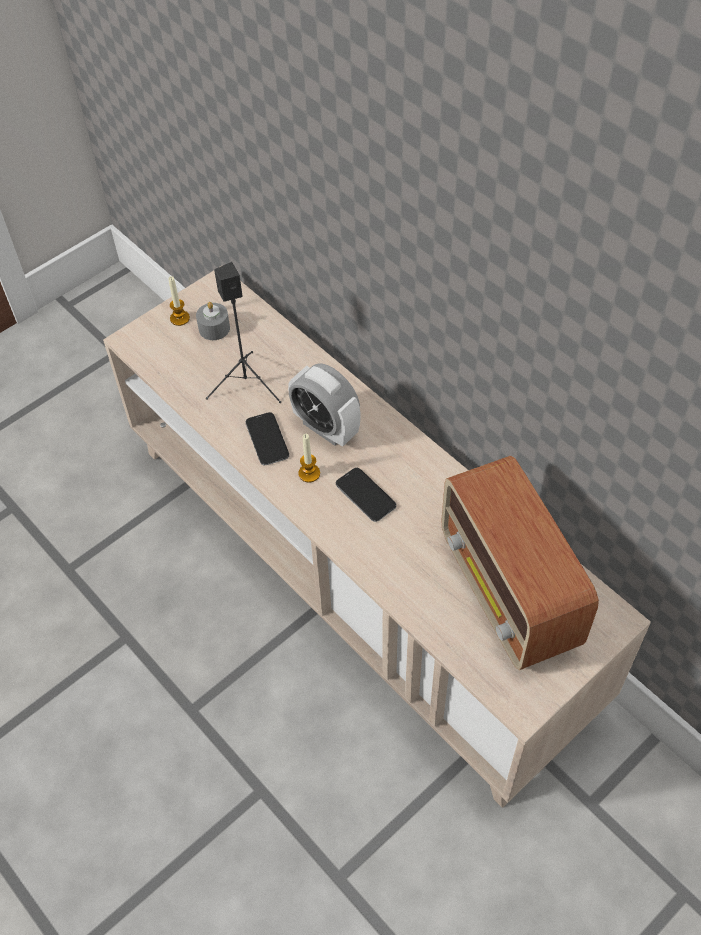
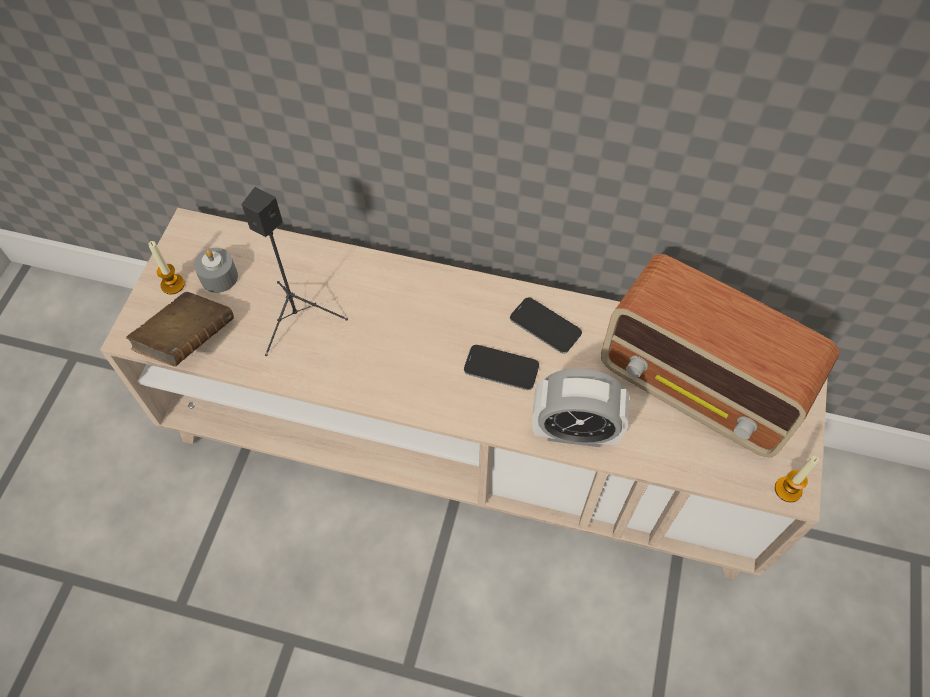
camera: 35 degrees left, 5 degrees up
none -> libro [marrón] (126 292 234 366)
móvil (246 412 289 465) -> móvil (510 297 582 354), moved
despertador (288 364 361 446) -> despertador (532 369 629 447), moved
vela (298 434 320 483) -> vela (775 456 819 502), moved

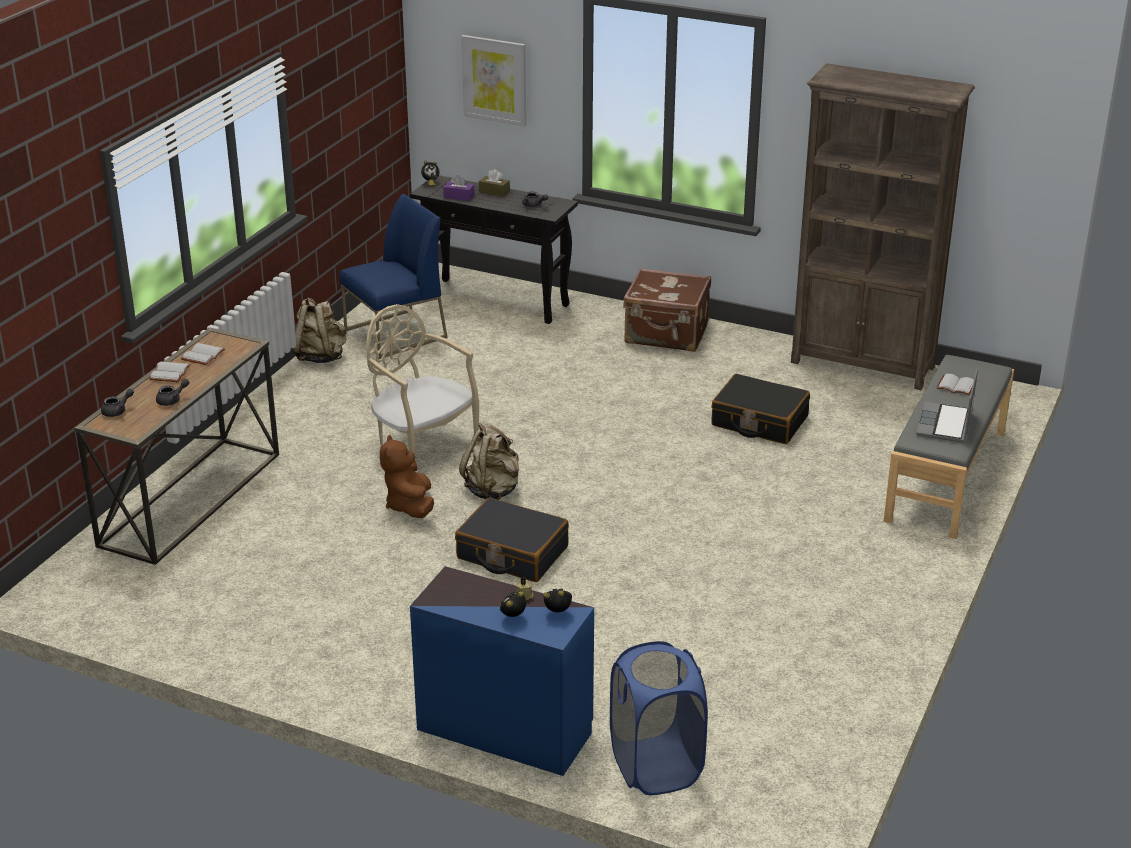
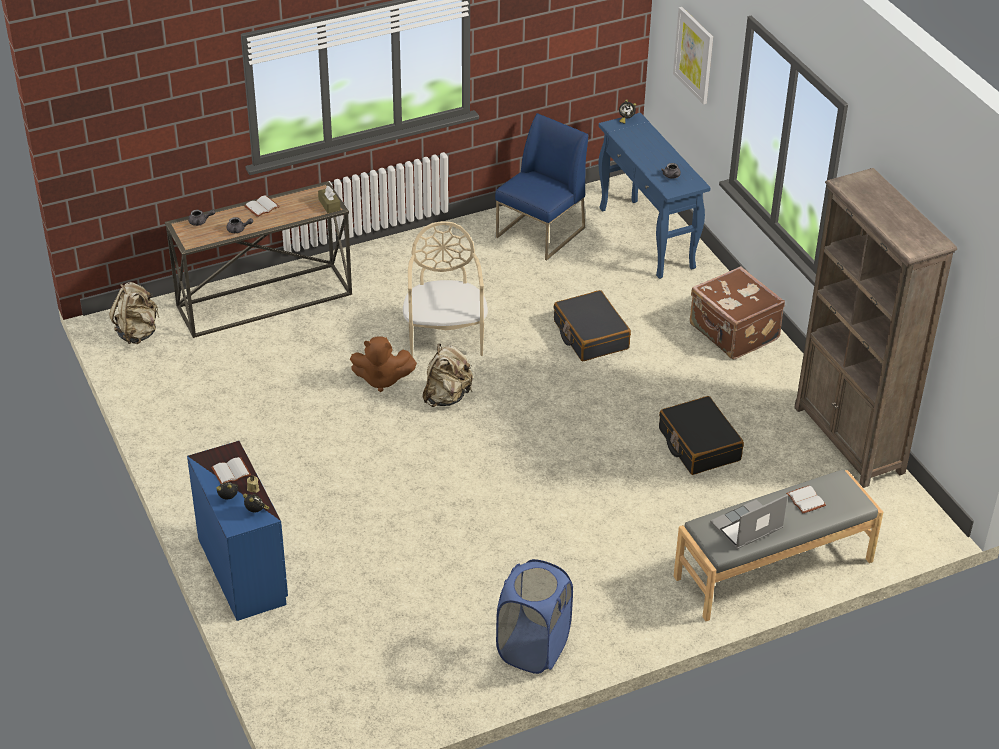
camera: 40 degrees right, 10 degrees up
caja de pañuelos [morado] (443 175 475 201) -> none
libro [blanco] (181 343 225 365) -> libro [blanco] (211 457 251 484), moved
mochila [beis] (293 298 346 363) -> mochila [beis] (109 282 159 344), moved
maleta [negro] (455 497 569 582) -> maleta [negro] (554 290 631 361), moved
caja de pañuelos [marrón] (479 169 510 197) -> caja de pañuelos [marrón] (318 186 341 213), moved
cesto de la ropa [azul] (610 641 708 795) -> cesto de la ropa [azul] (496 559 573 674), moved
mesa consola [negro] (410 175 578 324) -> mesa consola [azul] (599 113 711 279)
silla [azul] (339 194 448 359) -> silla [azul] (495 113 588 260), 60 degrees counterclockwise
peluche [marrón] (380 435 434 518) -> peluche [marrón] (350 336 417 392), 120 degrees counterclockwise

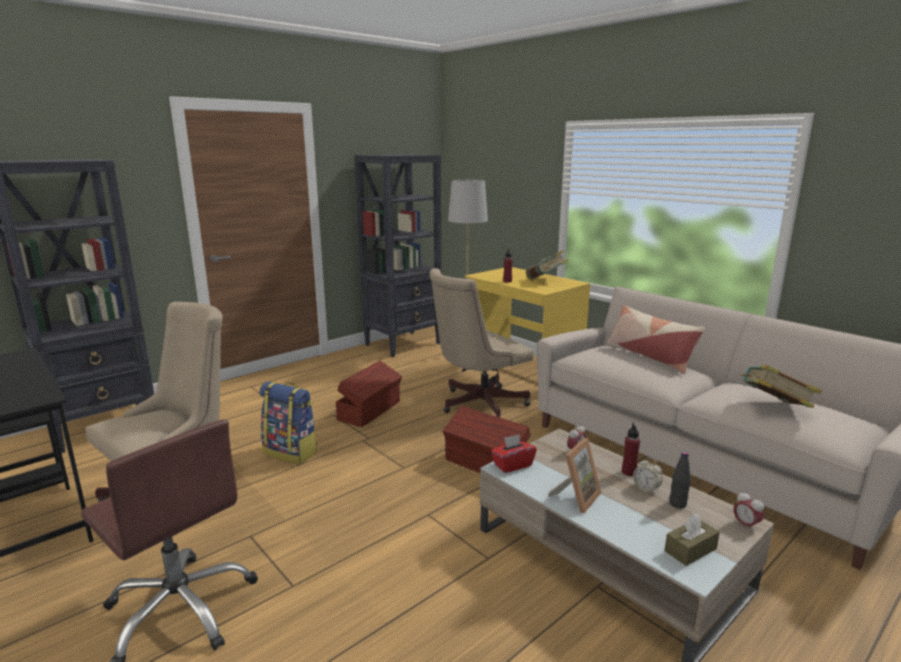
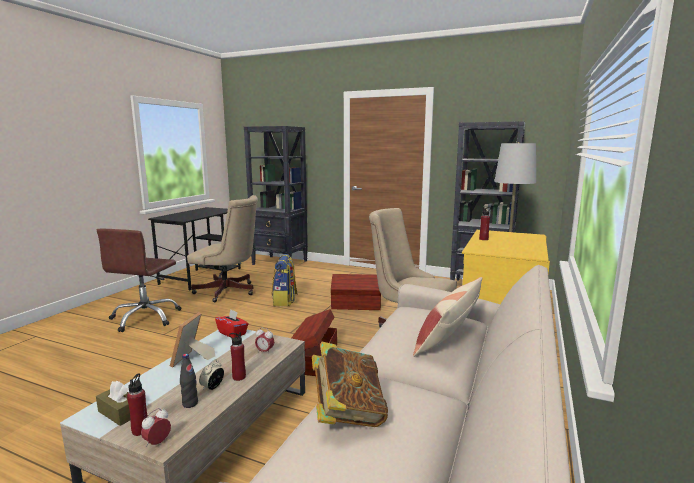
camera: 65 degrees right, 5 degrees down
libro (526 250 568 280) -> none
none -> botella [rojo] (127 373 148 436)
portarretratos (548 438 602 513) -> portarretratos (170 312 215 367), 90 degrees clockwise

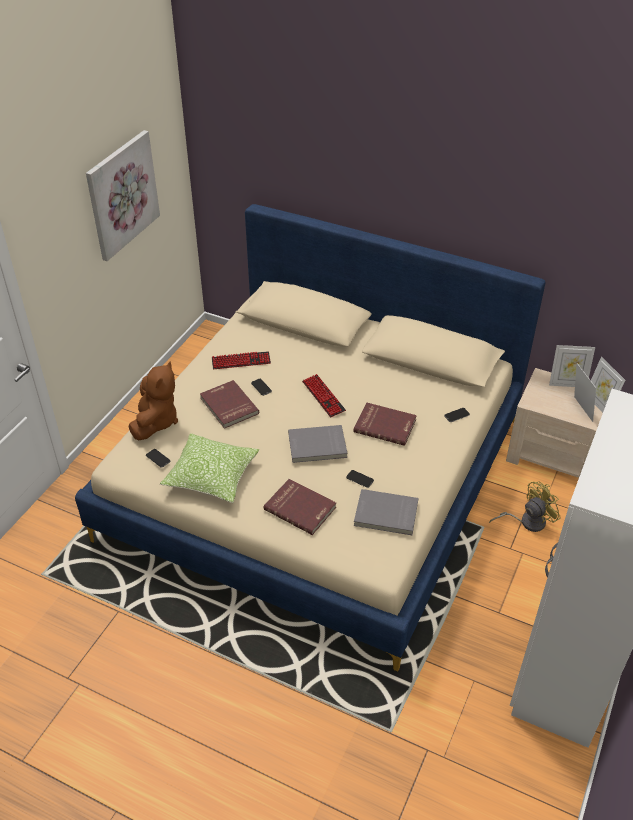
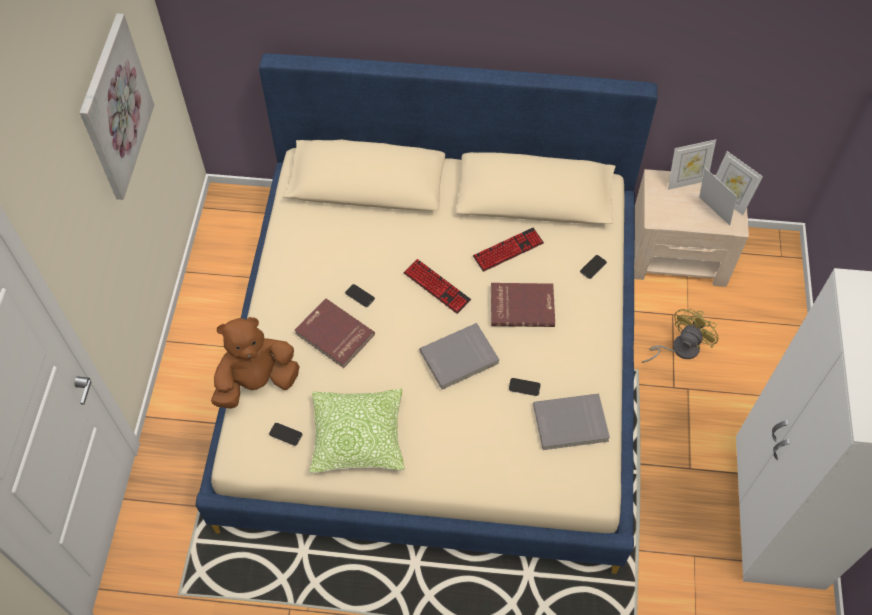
camera: 20 degrees left, 15 degrees up
libro [rojo] (264 479 336 535) -> none
teclado (212 351 271 369) -> teclado (473 228 544 272), moved
peluche [marrón] (129 361 178 440) -> peluche [marrón] (211 317 300 409), 105 degrees counterclockwise

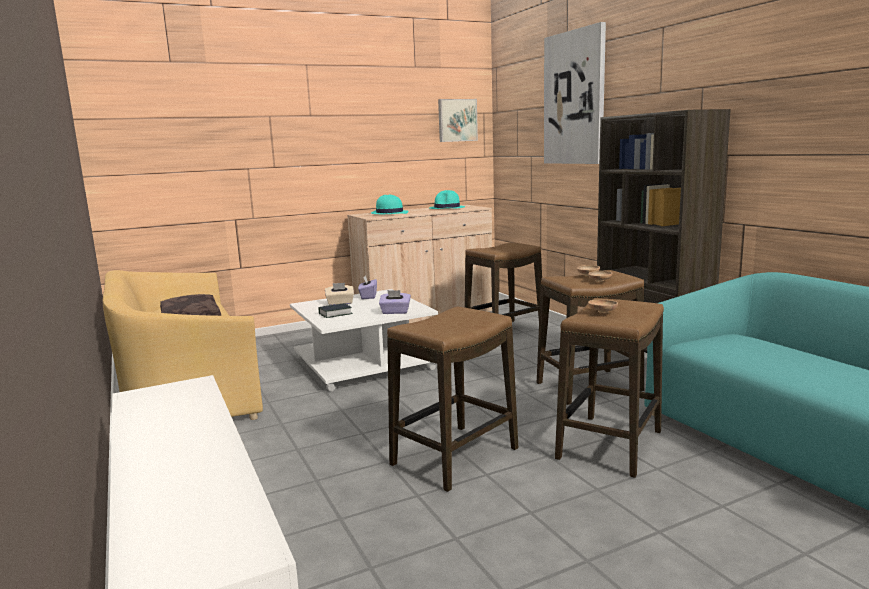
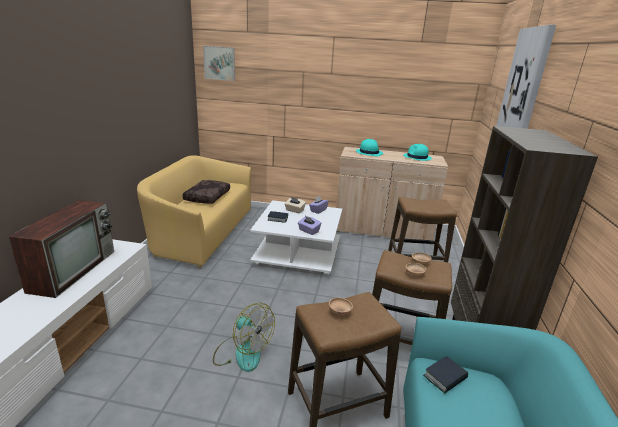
camera: 35 degrees right, 10 degrees up
none -> televisor (8 200 114 298)
none -> libro (423 356 468 394)
cuadro (438 99 478 142) -> cuadro (203 46 235 81), moved
taburete (387 307 518 492) -> ventilador (213 302 275 372)

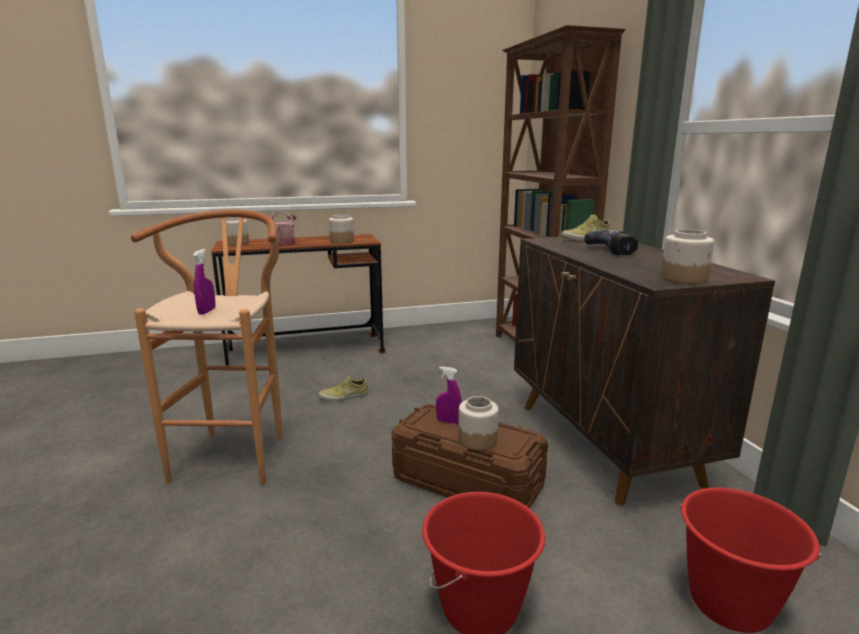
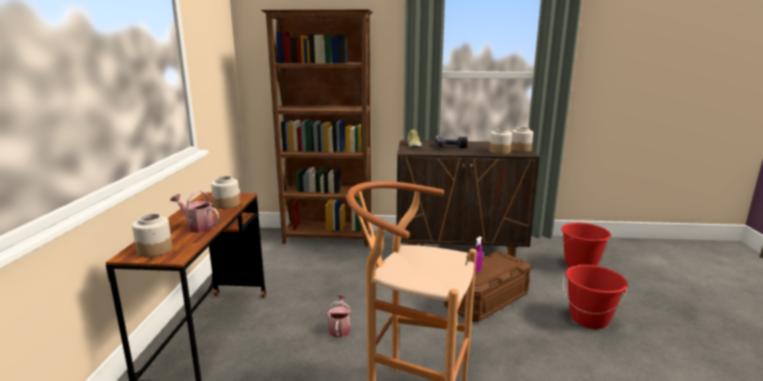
camera: 70 degrees left, 0 degrees up
pulverizador [morado] (193 249 215 315) -> none
tarro (458 396 499 450) -> tarro (490 128 512 154), moved
zapato [beis] (319 375 369 401) -> regadera (326 295 352 337)

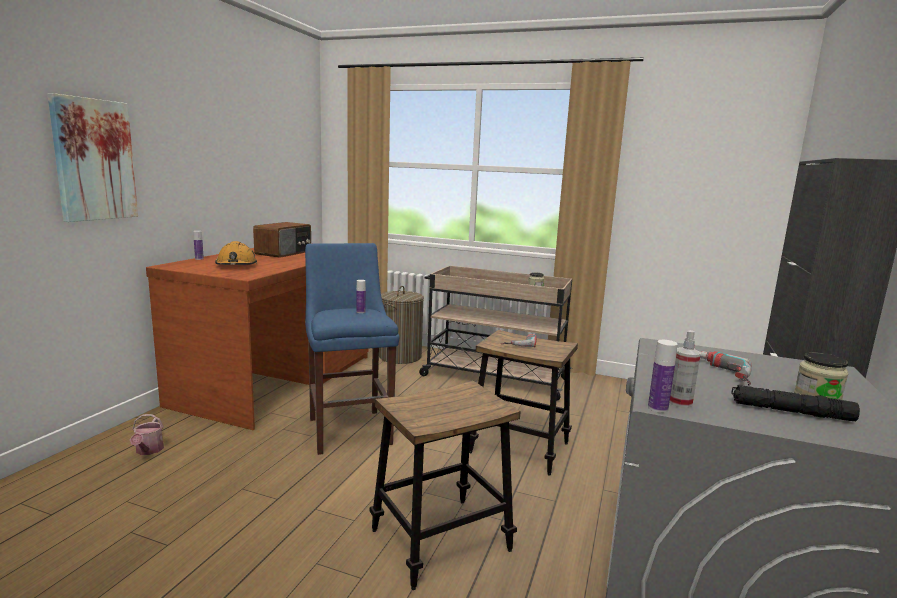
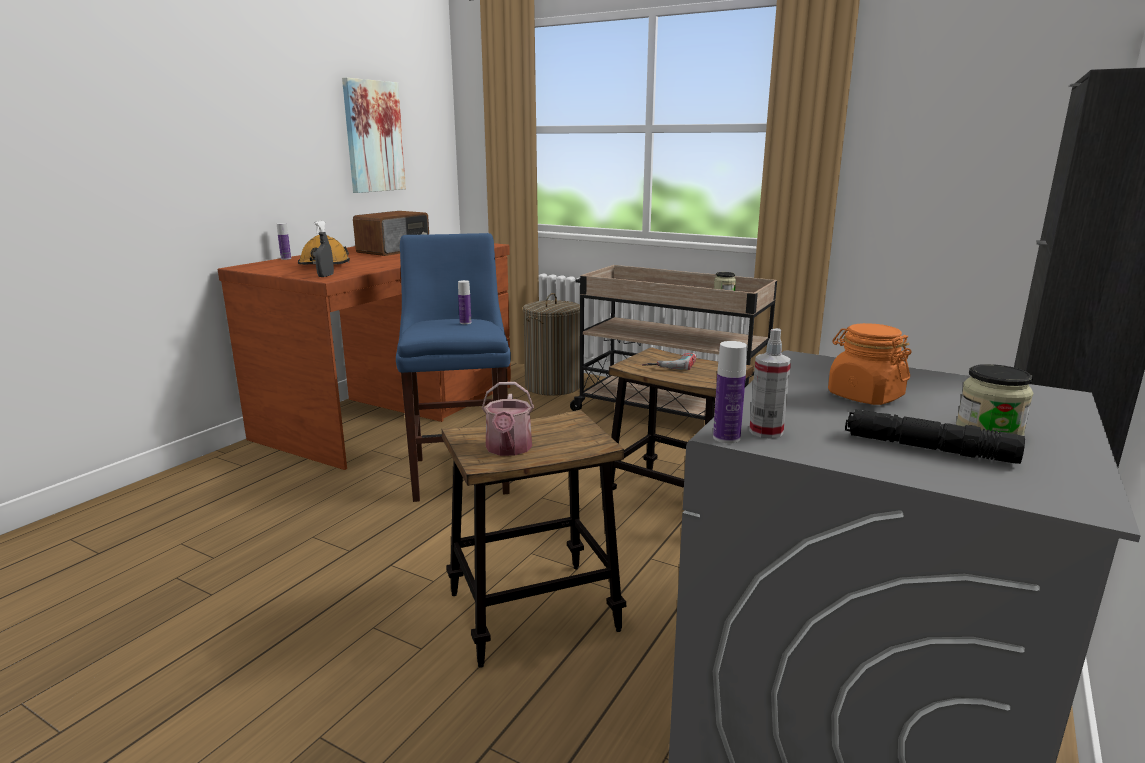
camera: 10 degrees right, 5 degrees up
none -> pulverizador [gris] (314 221 334 277)
cuadro (47 93 138 222) -> cuadro (342 78 406 193), moved
regadera (130 414 164 455) -> regadera (482 382 534 456), moved
taladro (700 351 752 386) -> tarro [naranja] (828 323 912 405)

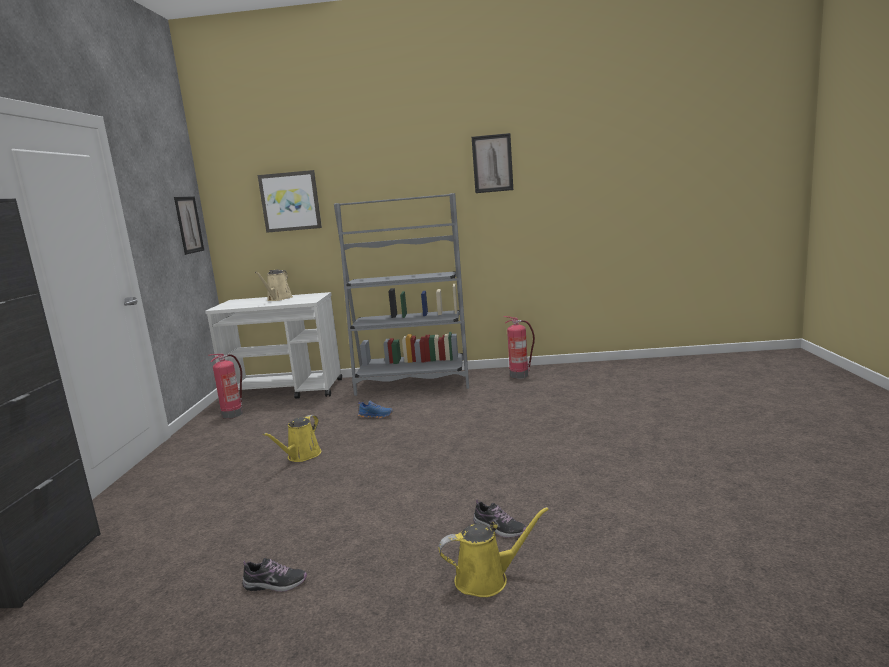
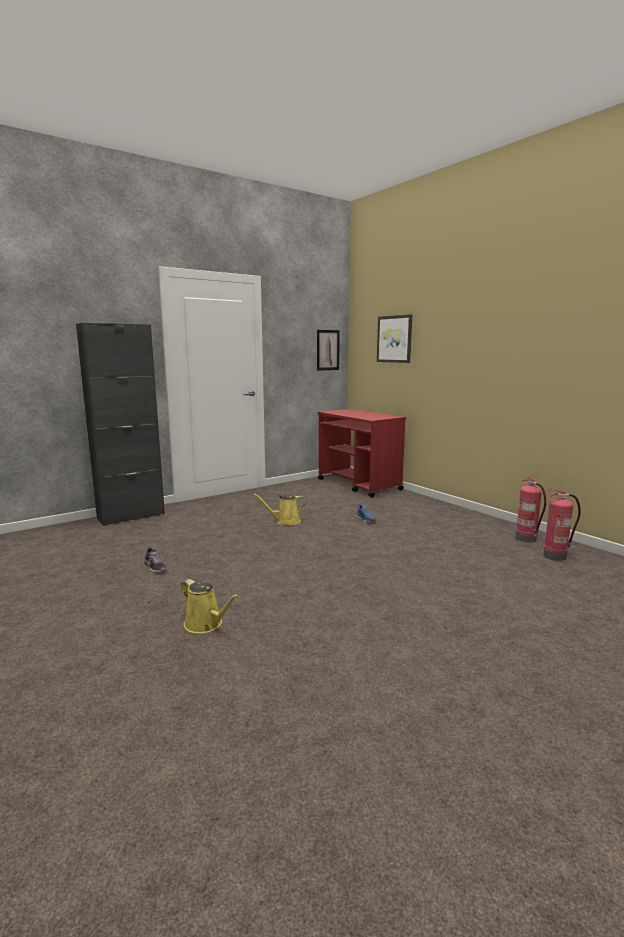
camera: 50 degrees right, 0 degrees up
regadera [beis] (255 270 293 301) -> none
estantería [gris] (334 193 469 396) -> none
cuadro (472 133 513 193) -> none
zapato (473 499 526 538) -> none
extintor (208 354 243 419) -> extintor (543 489 581 561), moved
carrito [blanco] (205 292 342 399) -> carrito [rojo] (318 409 406 497)

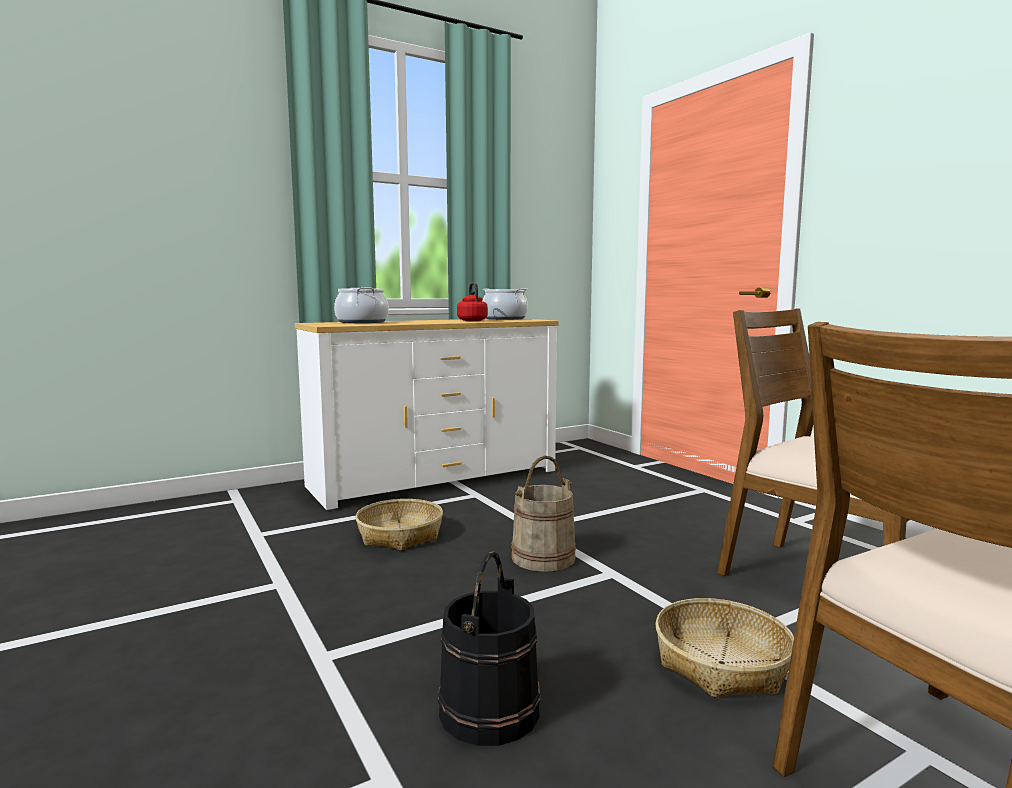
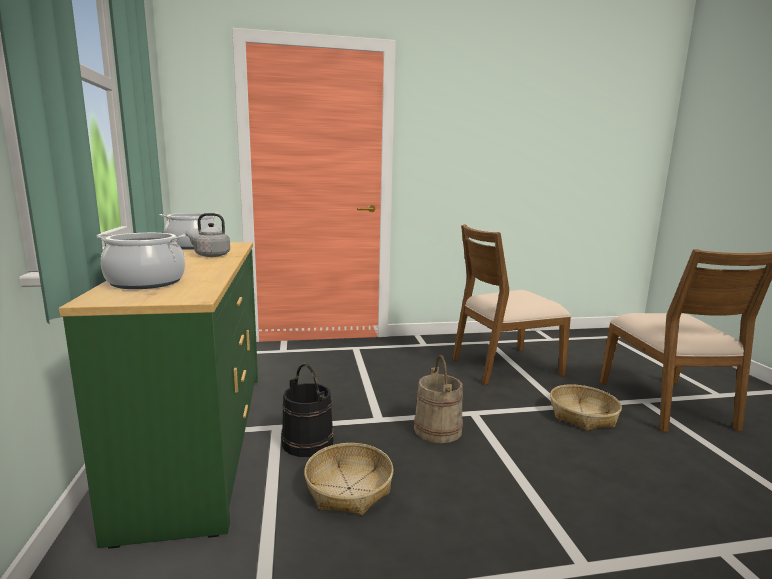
camera: 70 degrees left, 5 degrees up
cubo [negro] (438 551 541 746) -> cubo [negro] (281 363 334 457), moved
cómoda [blanco] (295 318 559 510) -> cómoda [verde] (59 242 258 549)
hervidor [rojo] (457 282 488 321) -> hervidor [gris] (185 213 230 257)

